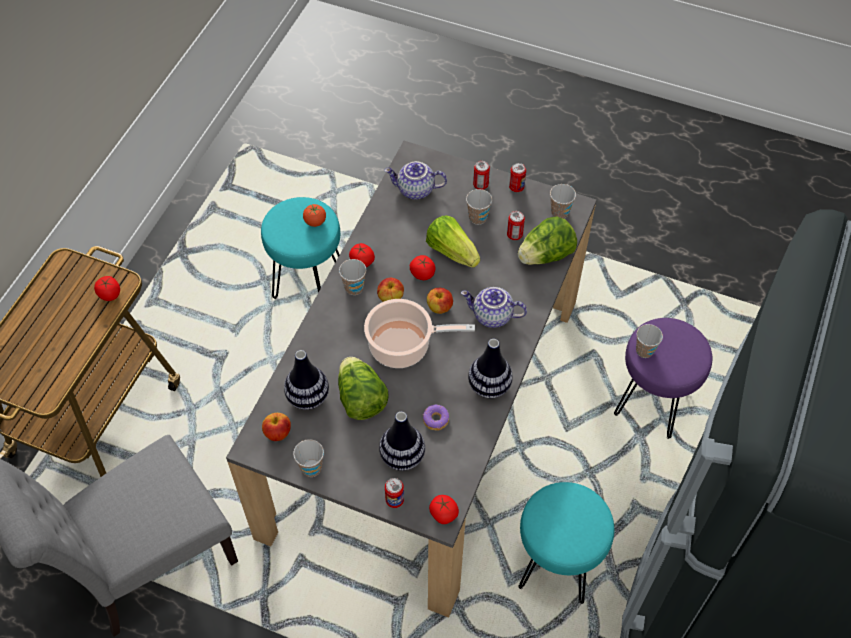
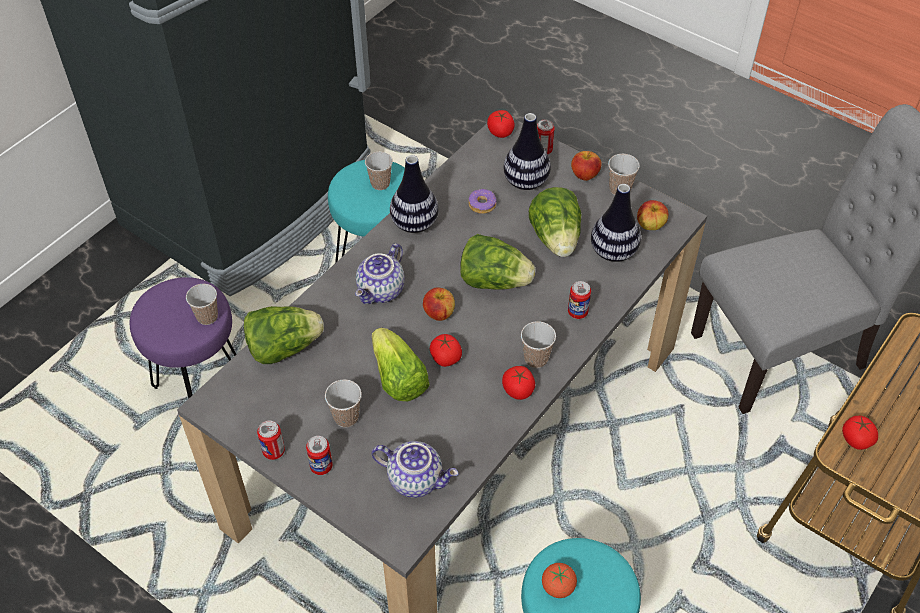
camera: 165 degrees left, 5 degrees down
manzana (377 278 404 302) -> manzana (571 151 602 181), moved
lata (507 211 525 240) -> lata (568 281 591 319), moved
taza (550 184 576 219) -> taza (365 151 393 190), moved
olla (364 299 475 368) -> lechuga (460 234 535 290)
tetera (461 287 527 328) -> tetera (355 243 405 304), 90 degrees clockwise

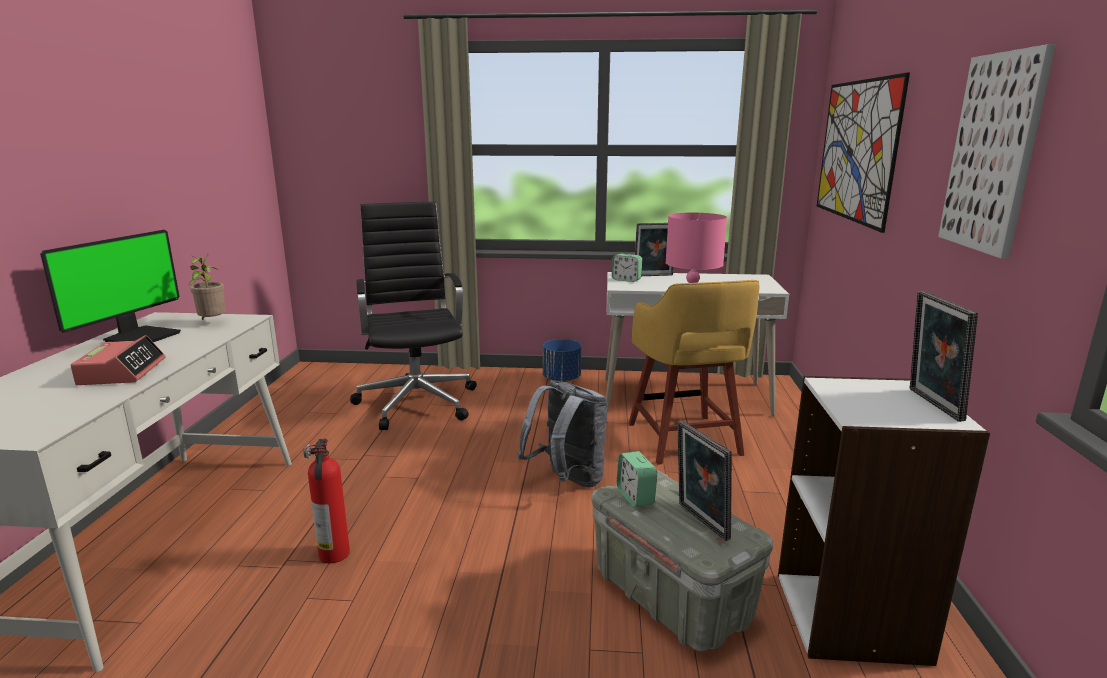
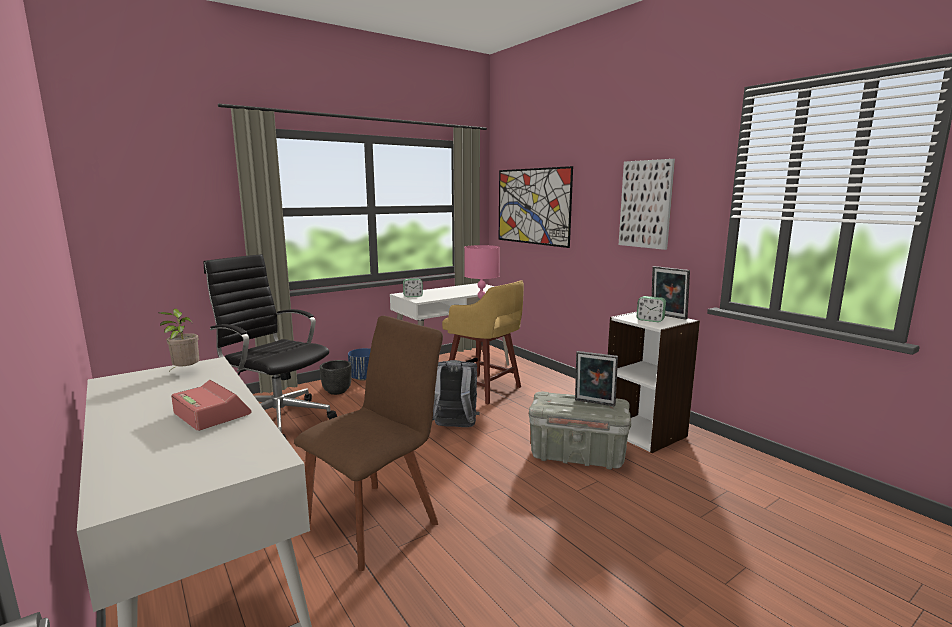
camera: 40 degrees left, 5 degrees down
monitor (40 230 181 342) -> none
portarretratos (635 223 674 276) -> none
none -> maceta [negro] (320 360 352 395)
despertador (617 451 657 507) -> despertador (637 296 666 322), moved
extintor (304 439 350 563) -> silla [marrón] (294 316 443 571)

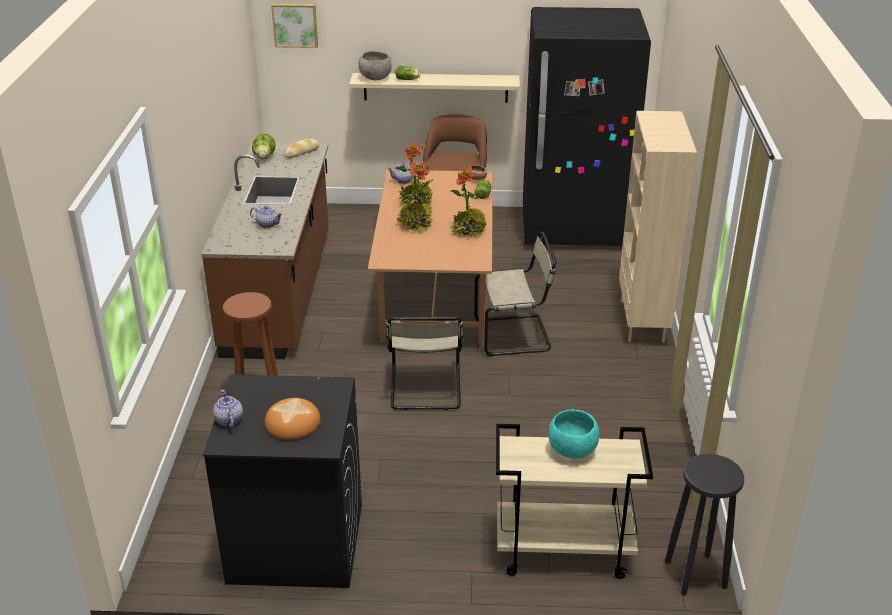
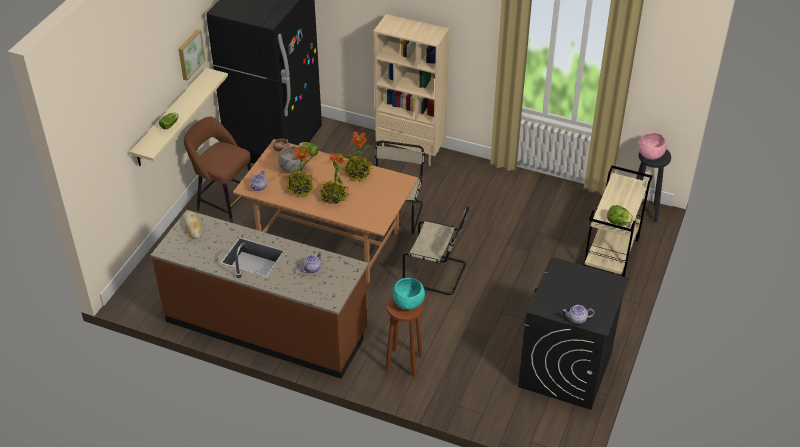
camera: 70 degrees left, 10 degrees up
pan (264 398 321 440) -> none
none -> cuenco [rosa] (638 132 667 160)
lechuga (252 134 276 159) -> lechuga (607 205 633 226), moved
cuadro (271 4 318 48) -> cuadro (178 29 205 80), moved
cuenco [gris] (358 51 392 80) -> cuenco [gris] (278 146 307 173), moved
cuenco [turquesa] (548 409 599 459) -> cuenco [turquesa] (393 278 425 310), moved

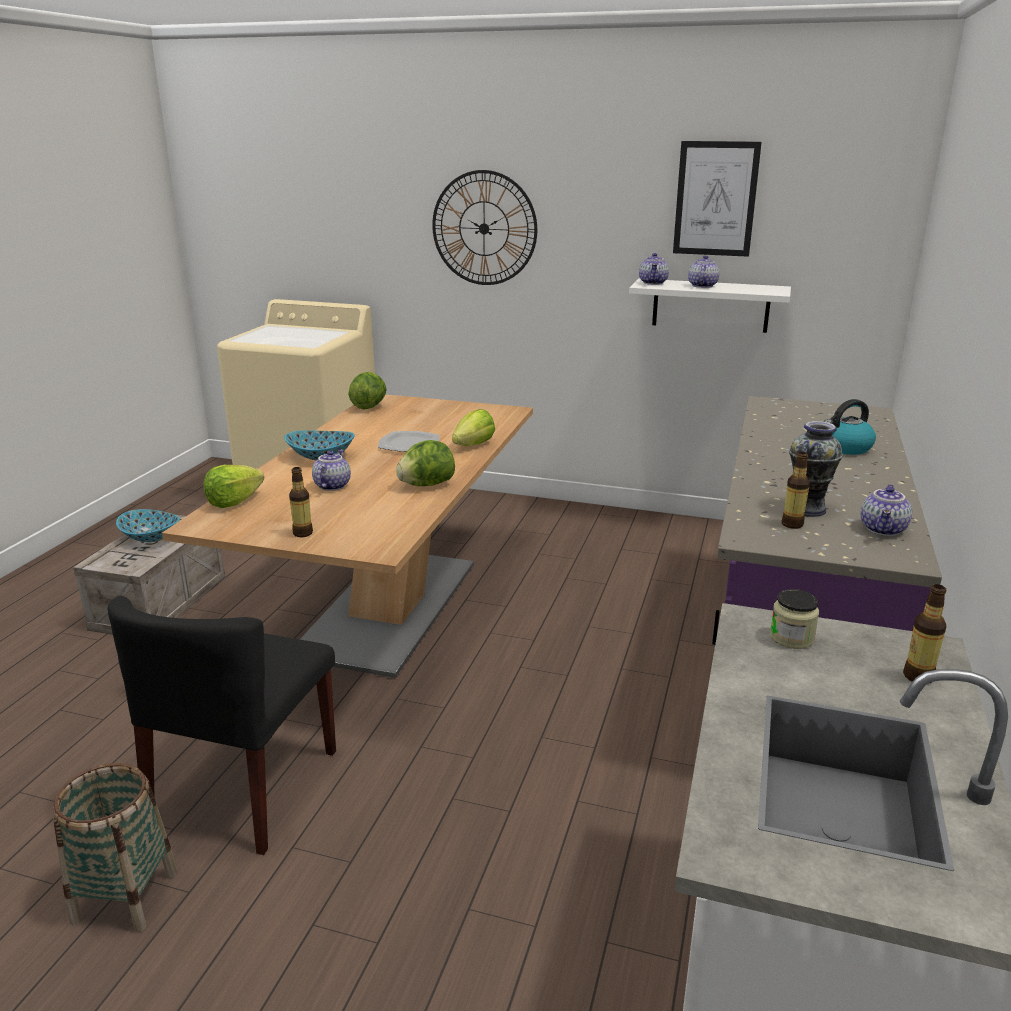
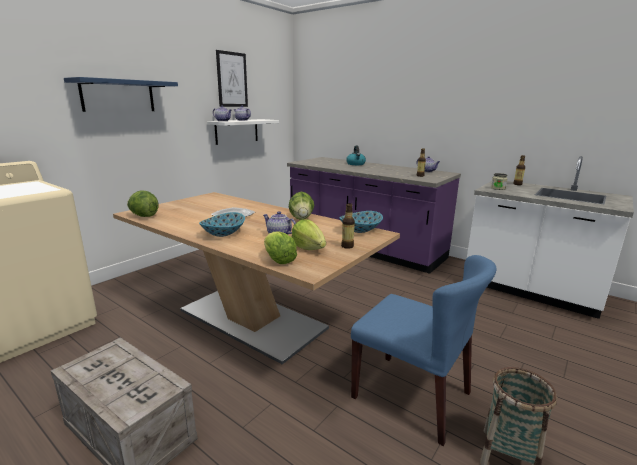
camera: 70 degrees left, 5 degrees down
florero (789 421 843 517) -> none
cuenco (116 509 180 542) -> cuenco (339 211 383 233), moved
lechuga (452 409 495 446) -> lechuga (292 219 326 250), moved
reloj de pared (432 170 537 285) -> estante [azul] (64 77 178 112)
silla [negro] (108 596 336 855) -> silla [azul] (351 255 496 446)

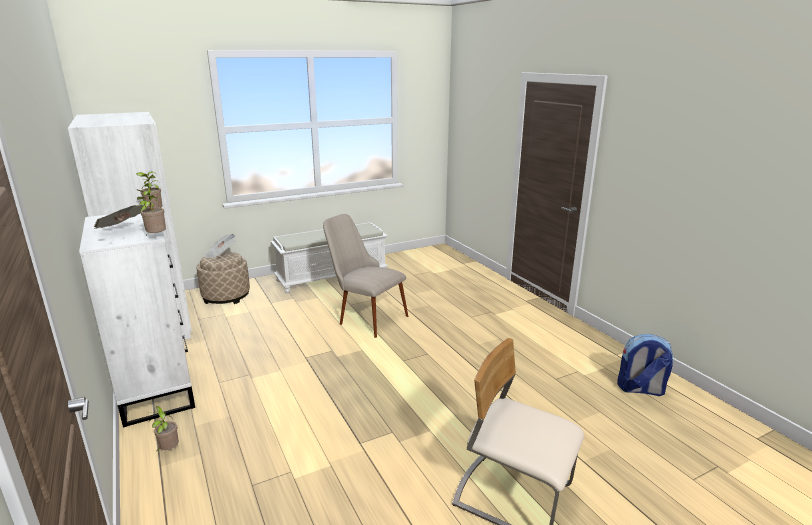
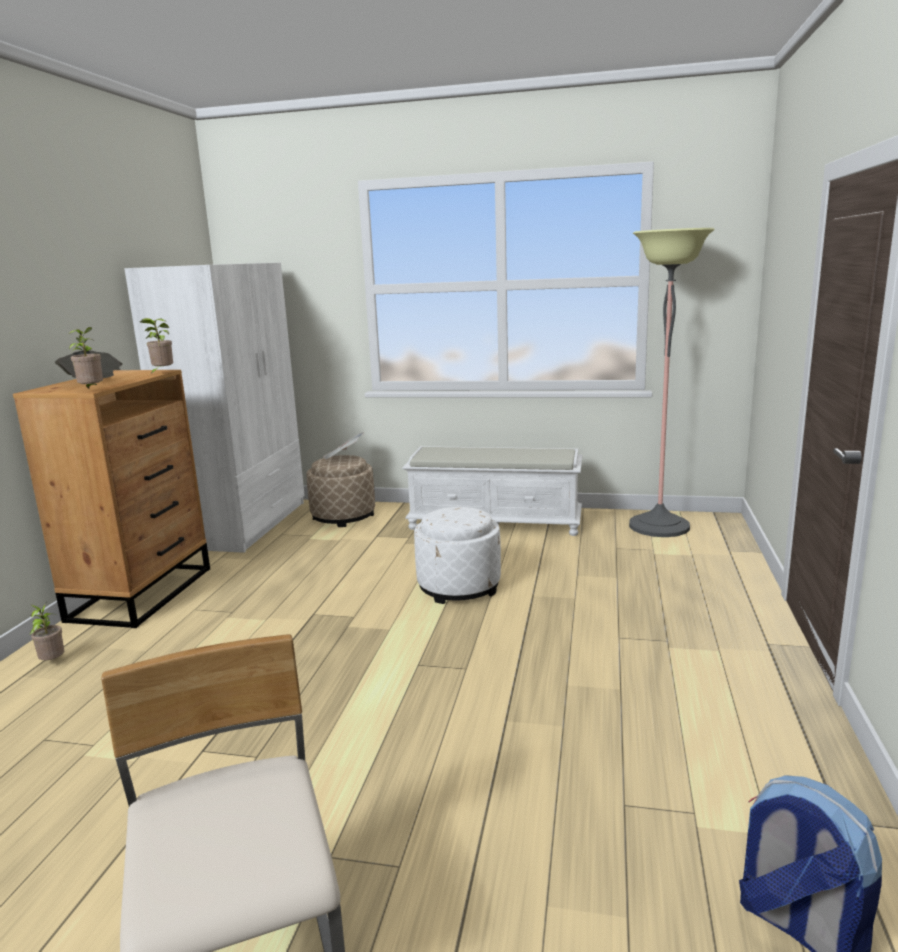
camera: 40 degrees right, 5 degrees down
none -> lámpara de pie (629 228 715 537)
silla [beis] (323 214 408 338) -> puf [blanco] (414 507 501 604)
cómoda [blanco] (79 213 195 428) -> cómoda [marrón] (13 370 210 628)

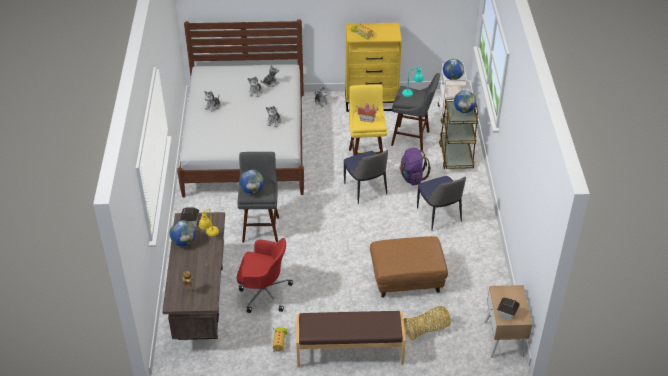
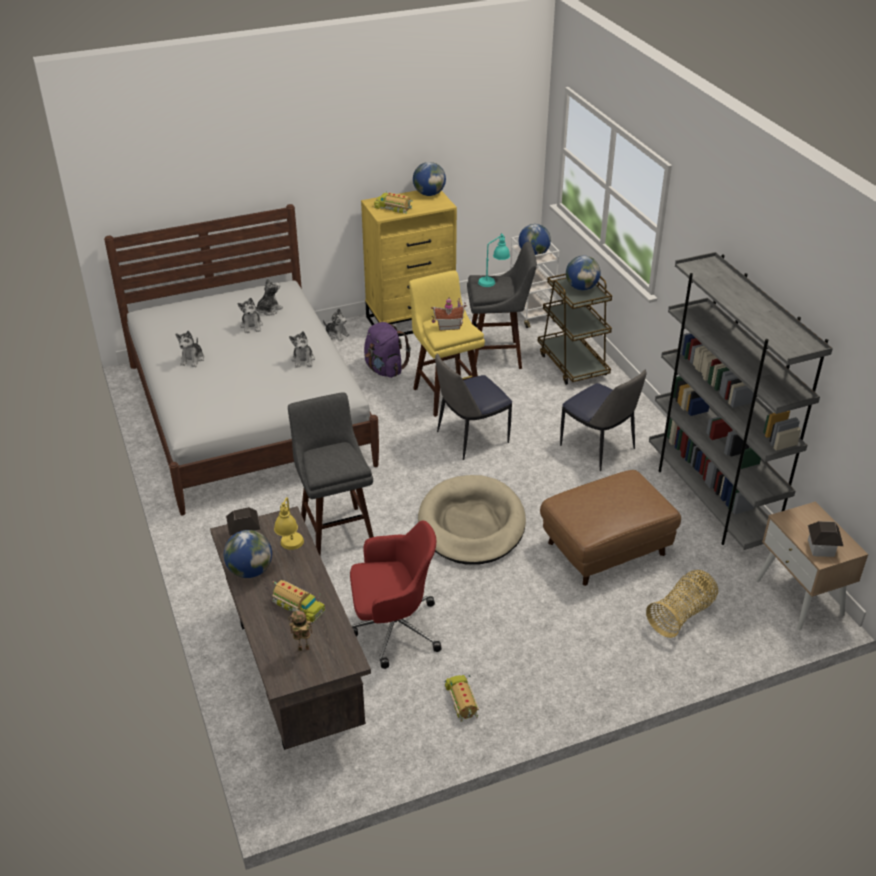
camera: 20 degrees left, 5 degrees down
banco [marrón] (296 311 406 367) -> none
none -> camión de juguete (272 580 325 624)
none -> cama para perro [beis] (418 475 526 565)
none -> estantería [gris] (649 252 833 550)
globo terráqueo (239 169 264 194) -> globo terráqueo (413 162 446 196), moved
mochila [morado] (399 148 431 186) -> mochila [morado] (364 322 411 378), moved
silla (344 150 388 204) -> silla (435 354 512 460), 105 degrees clockwise

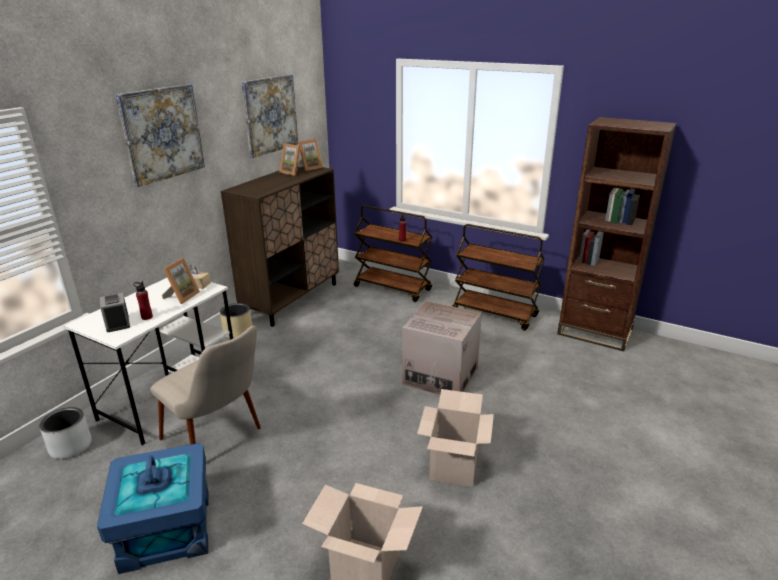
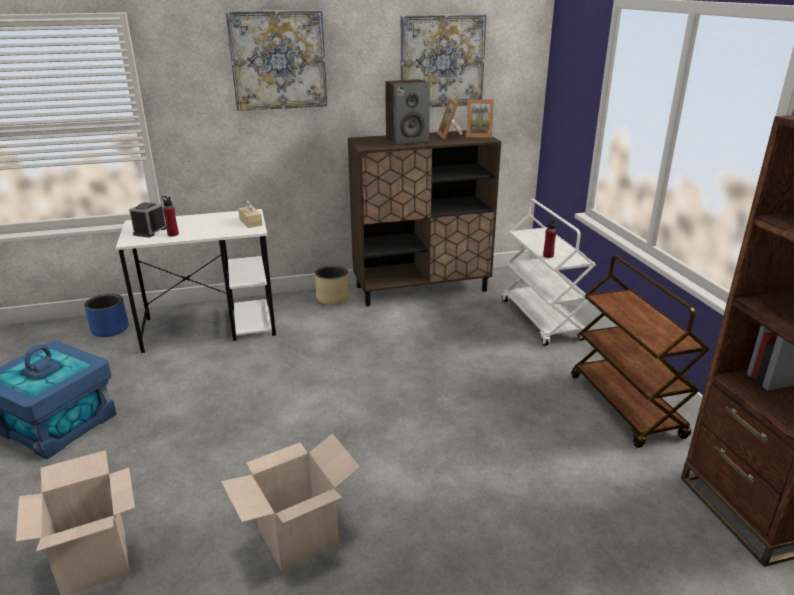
camera: 45 degrees right, 0 degrees up
silla [beis] (150 325 261 445) -> none
portarretratos (162 258 200 304) -> none
caja de cartón (402 301 482 395) -> none
none -> altavoz (385 79 430 146)
maceta [gris] (39 407 92 459) -> maceta [azul] (84 294 129 337)
carrito [marrón] (354 205 432 302) -> carrito [blanco] (502 199 596 346)

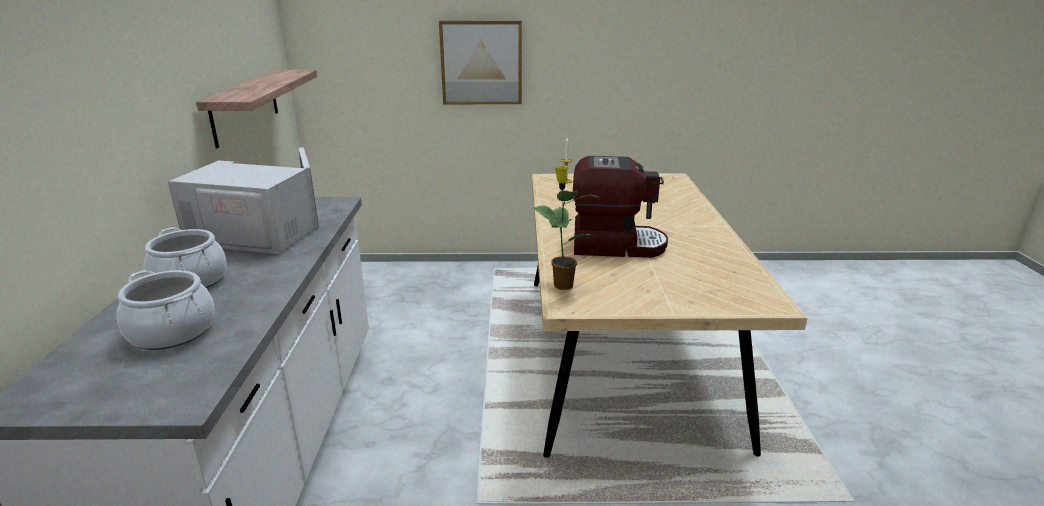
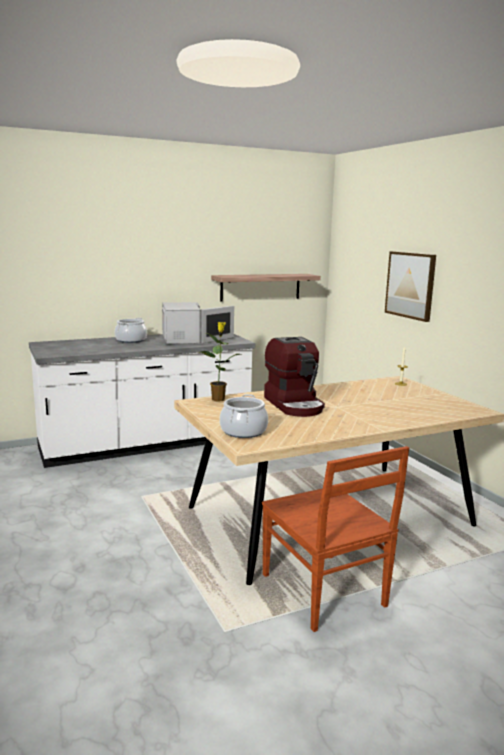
camera: 65 degrees right, 10 degrees down
none -> silla [marrón] (262 446 409 632)
olla (117 270 215 350) -> olla (220 394 268 438), moved

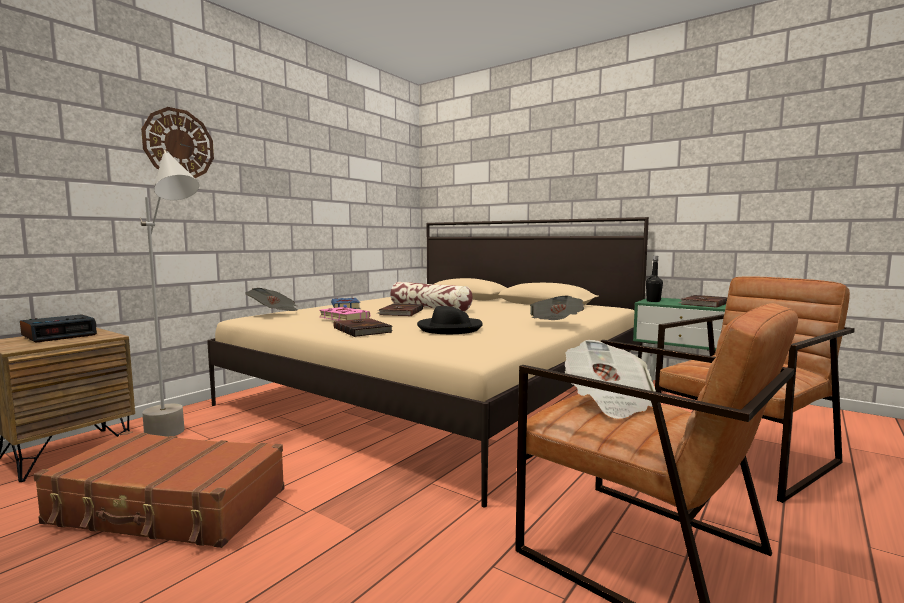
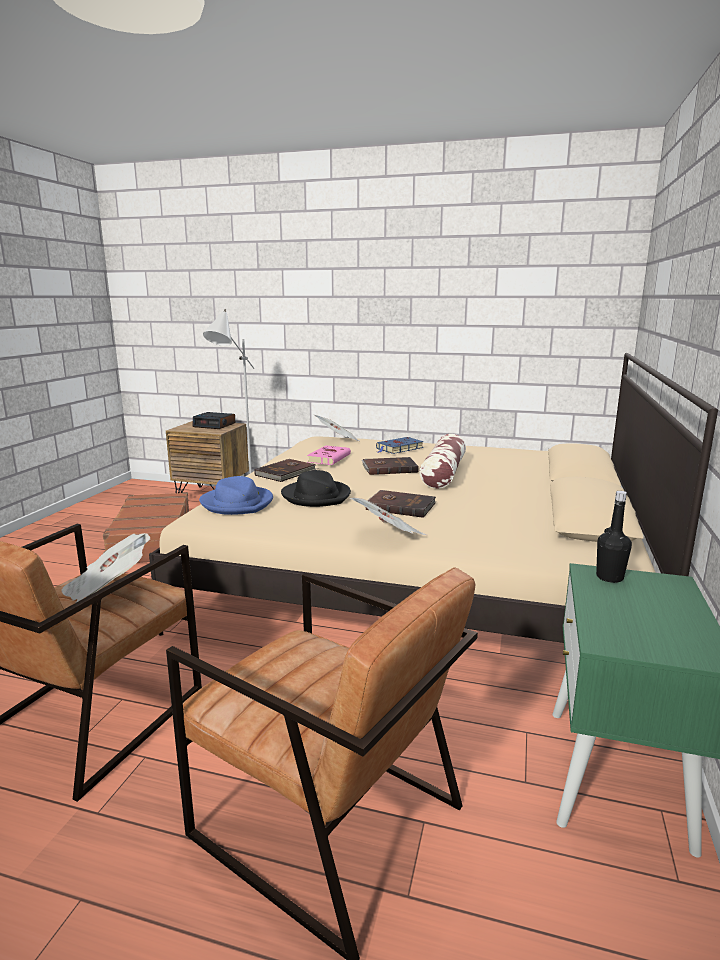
camera: 70 degrees right, 10 degrees up
reloj de pared (141 107 214 178) -> none
none -> sombrero [azul] (199 476 273 515)
libro [marrón] (678 295 728 308) -> libro [marrón] (366 490 436 518), moved

